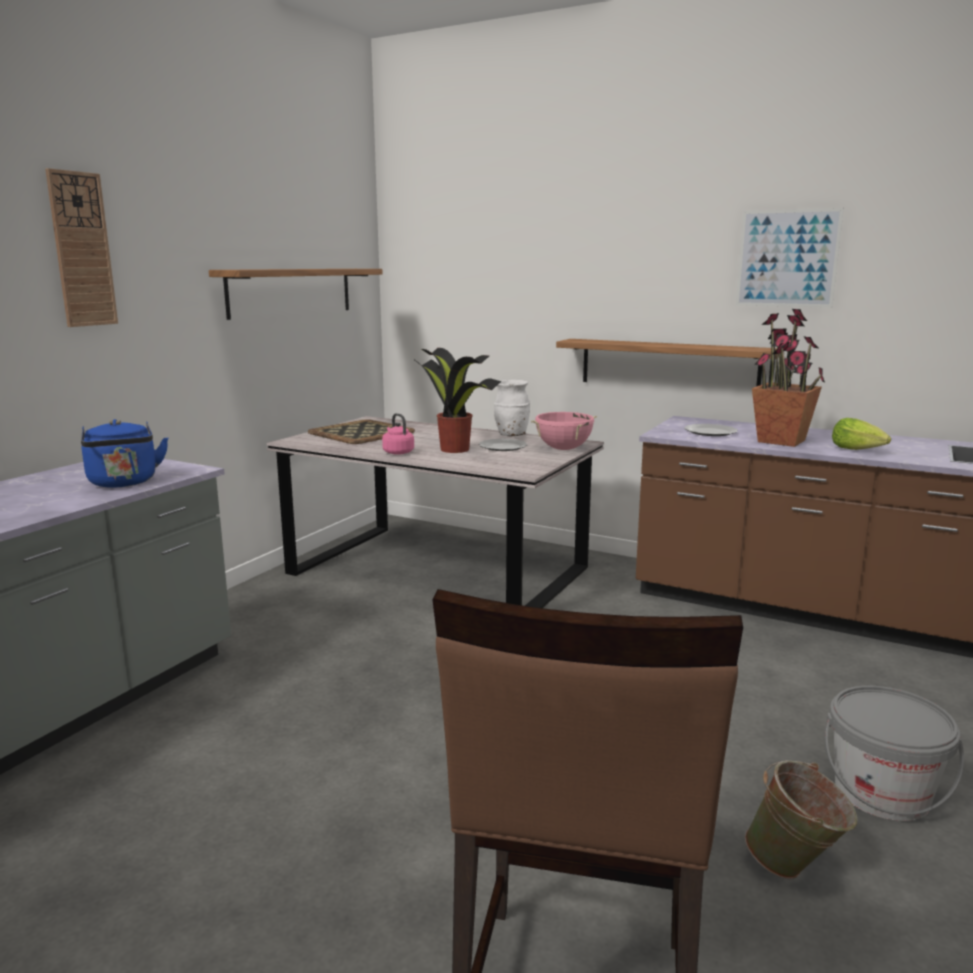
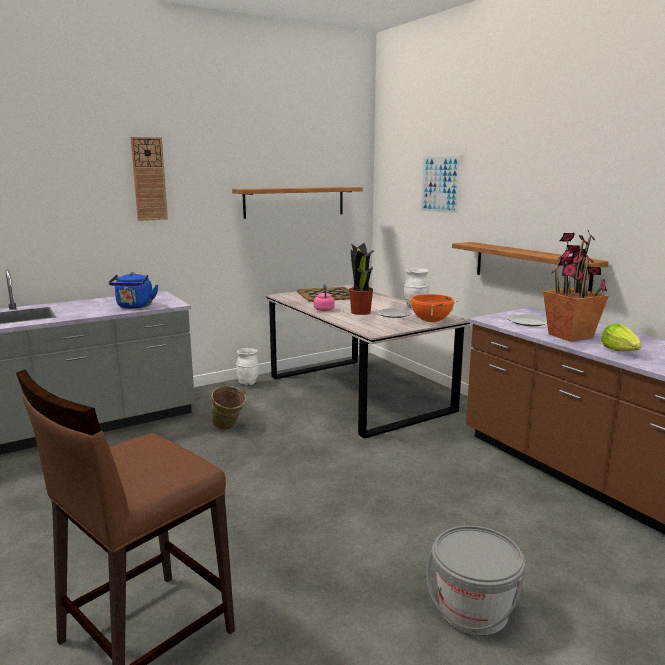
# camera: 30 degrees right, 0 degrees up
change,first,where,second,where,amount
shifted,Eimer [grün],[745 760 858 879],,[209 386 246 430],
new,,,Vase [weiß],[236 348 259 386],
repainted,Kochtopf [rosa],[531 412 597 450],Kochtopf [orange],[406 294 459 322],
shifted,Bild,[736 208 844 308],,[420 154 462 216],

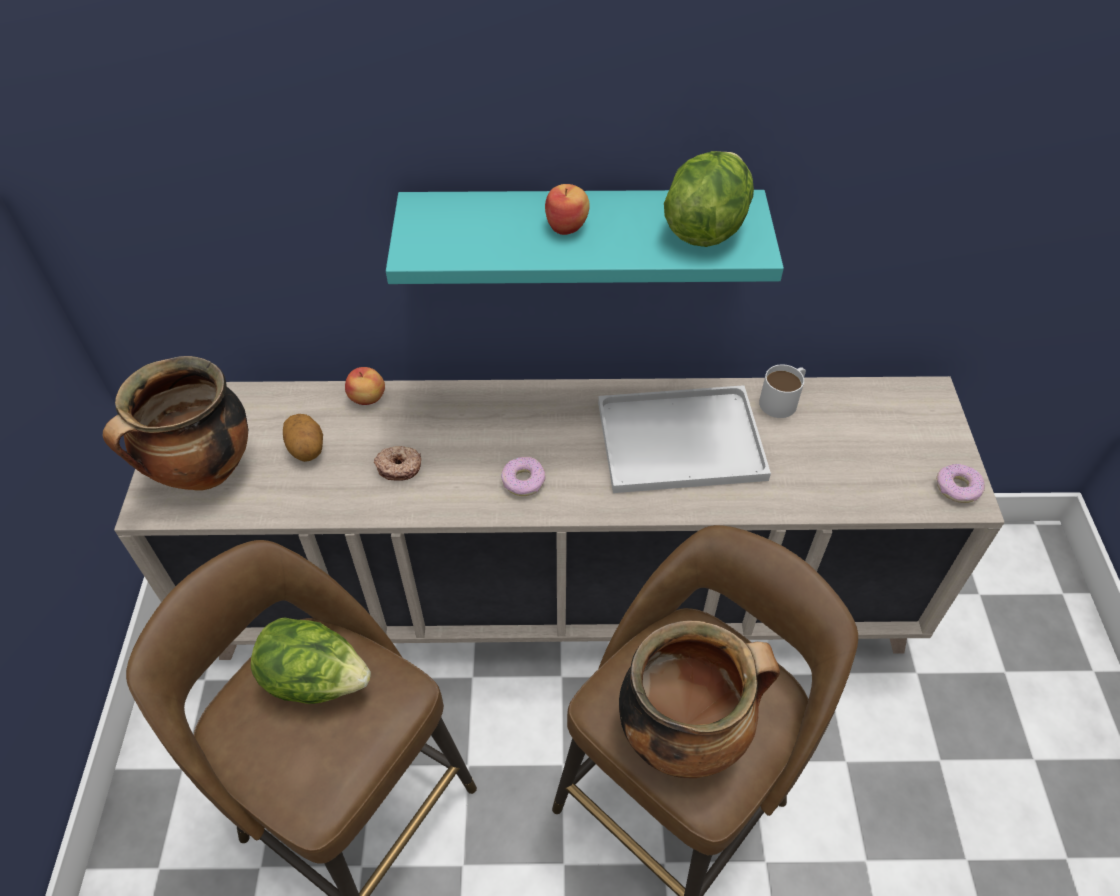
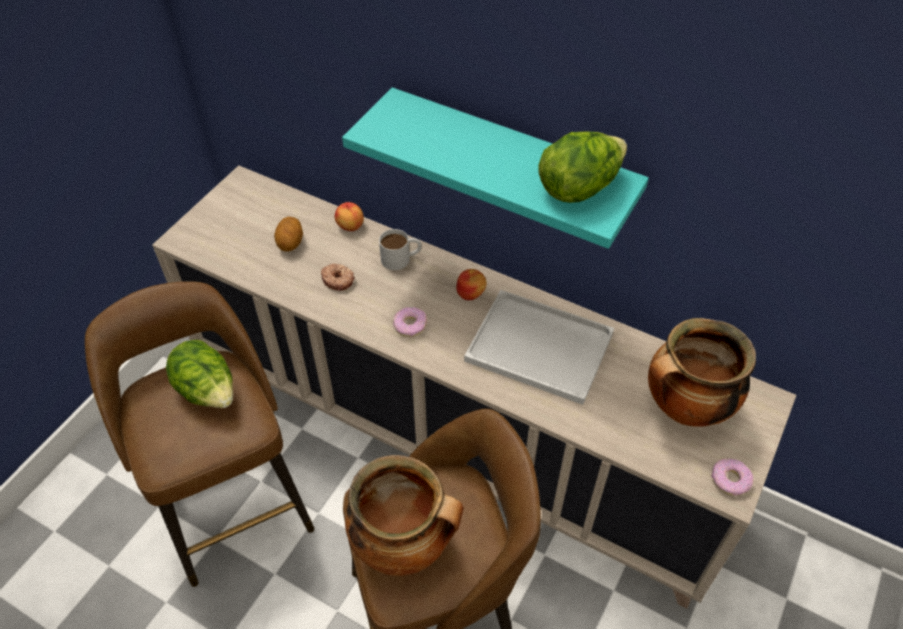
# camera: 30 degrees right, 0 degrees up
change,first,where,second,where,amount
shifted,Henkelbecher [weiß],[759 364 806 418],,[379 229 422 270],
shifted,Apfel,[545 184 590 235],,[456 269 487 300],
shifted,Kochtopf,[103 356 248 491],,[648 318 756 427],

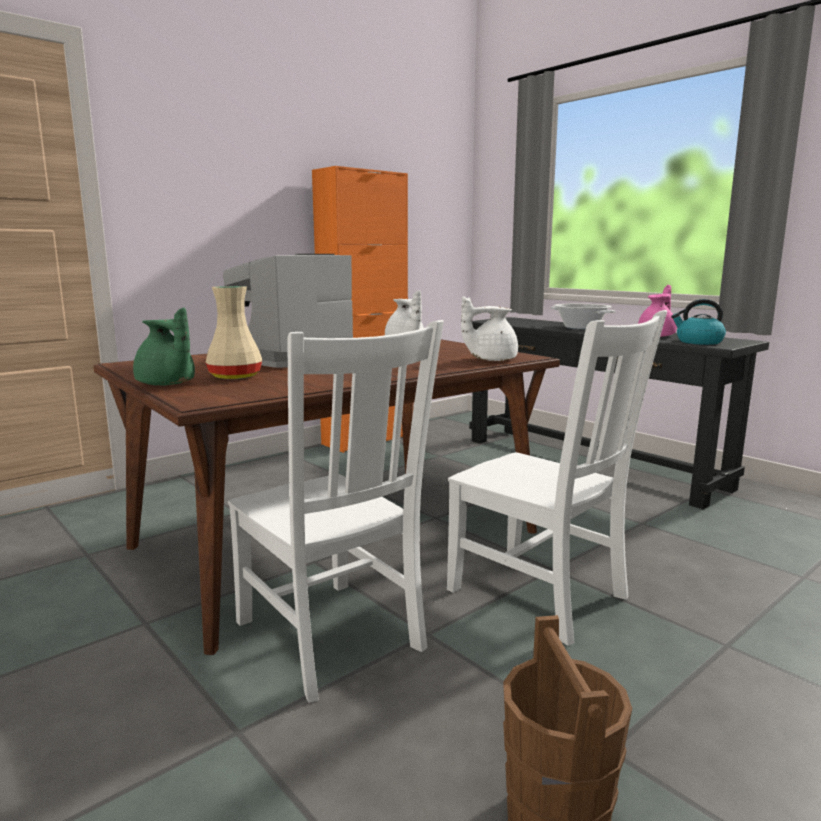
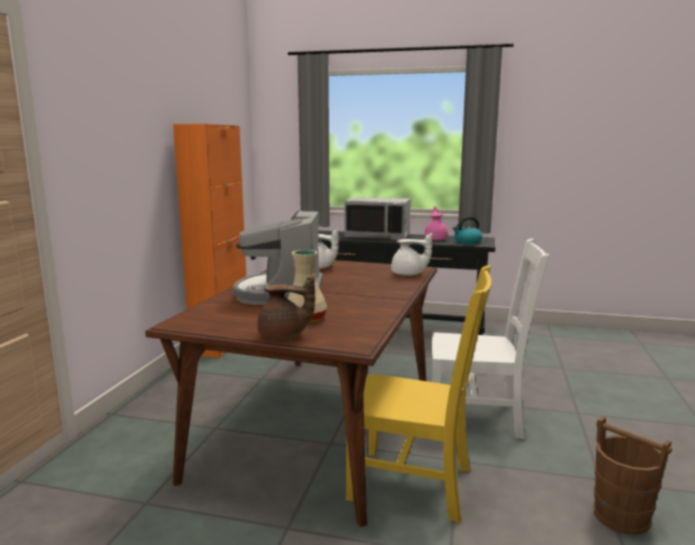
# camera: 35 degrees left, 0 degrees up
change,first,where,second,where,amount
repainted,Teekanne [grün],[133 307 195 386],Teekanne [braun],[257 276 315 339],
swapped,Kochtopf,[551 304 616 330],Mikrowelle [grau],[344 197 411 240],
repainted,Stuhl [weiß],[228 320 444 703],Stuhl [gelb],[346 265 492 523],
rotated,Teekanne [weiß],[461 296 518 361],,[391 233 432 276],120 degrees counterclockwise

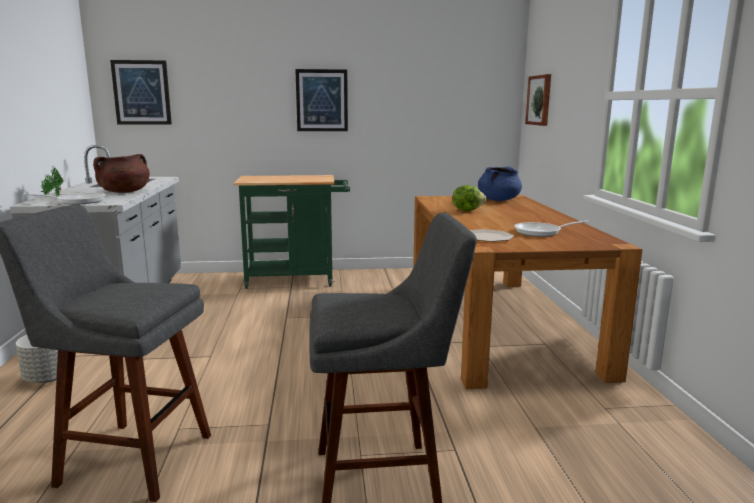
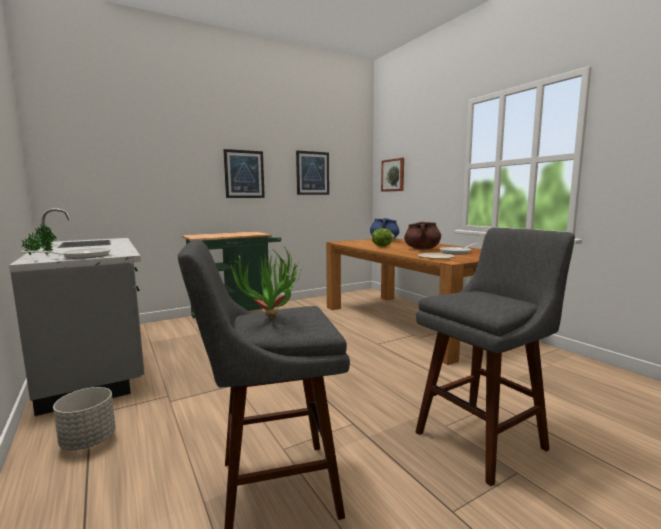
# camera: 25 degrees left, 5 degrees down
change,first,where,second,where,amount
new,,,Topfpflanze,[230 246 300 318],
shifted,Bild,[110 60 172 125],,[296 151 329 195],
shifted,Kochtopf [braun],[93 154 150 193],,[404 222 441 250],

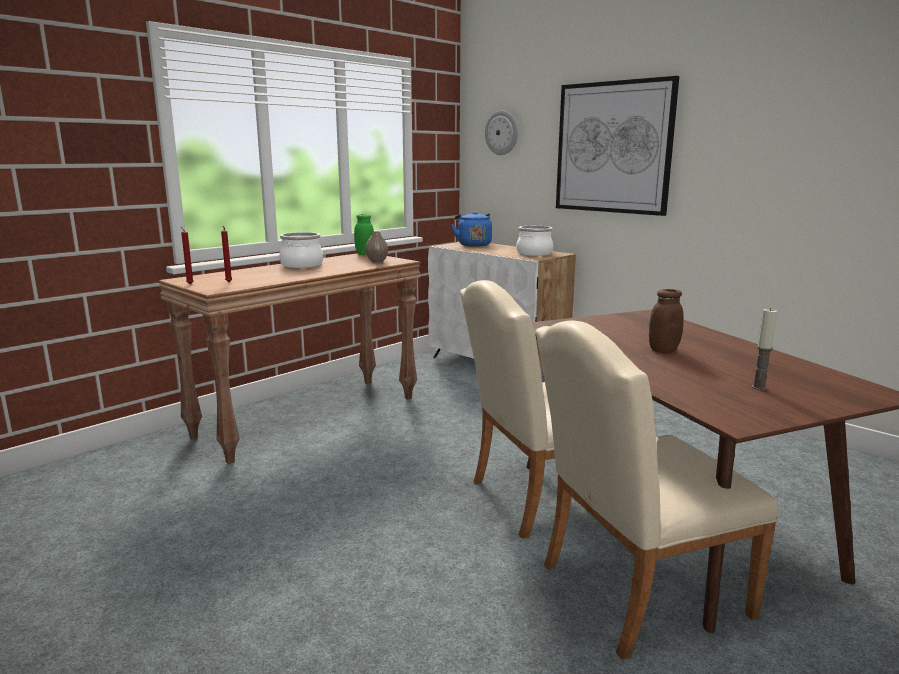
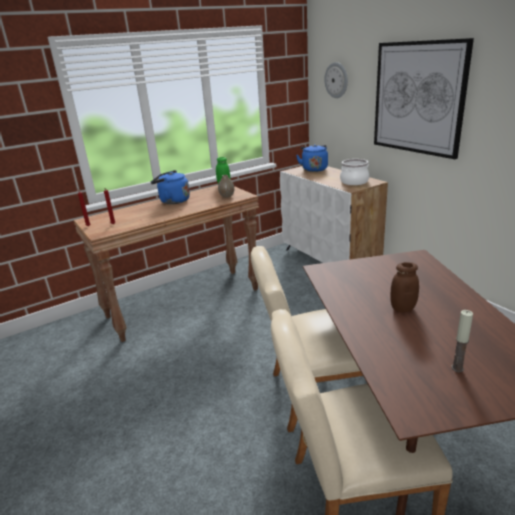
# camera: 15 degrees right, 10 degrees up
change,first,where,second,where,amount
swapped,Kochtopf,[279 232 323 268],Wasserkessel [blau],[151 170 190 204],

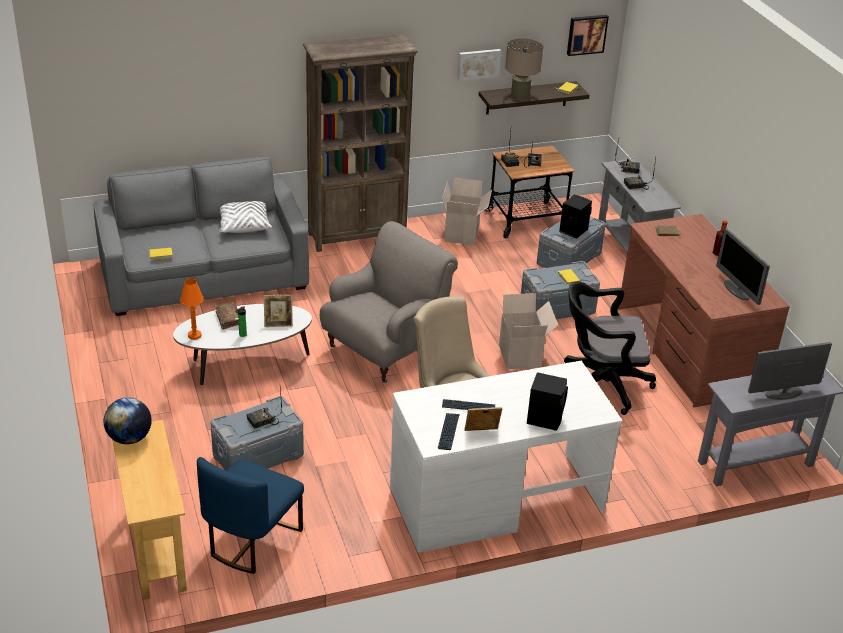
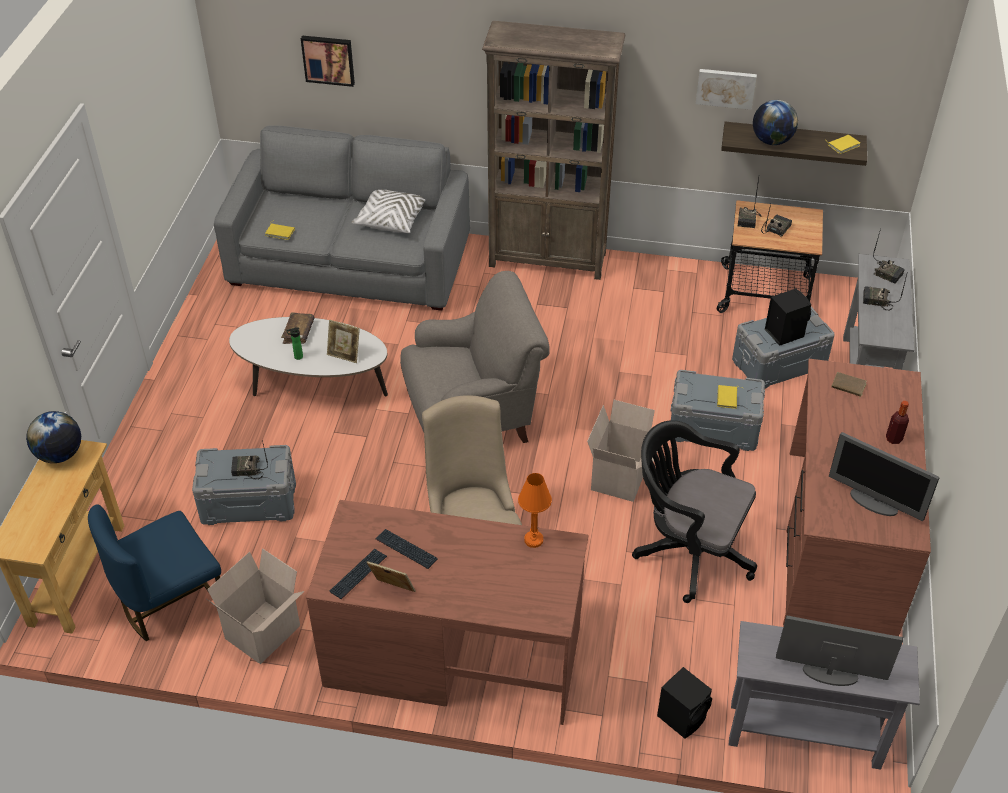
# camera: 30 degrees right, 10 degrees up
change,first,where,second,where,amount
shifted,Karton,[442 178 492 245],,[207 548 304 664],
shifted,Bild,[567 15 609 56],,[301 35 355 87],
repainted,Schreibtisch [weiß],[390 361 623 553],Schreibtisch [braun],[306 500 588 725],
shifted,Tischlampe [orange],[180 278 204 340],,[518 473 552 548],
shifted,Lautsprecher [schwarz],[527 372 568 431],,[657 667 712 739],
swapped,Tischlampe [beige],[505 39 543 100],Globus,[753 100 798 145],
rotated,Monitor,[716 228 770 305],,[829 432 940 521],60 degrees counterclockwise

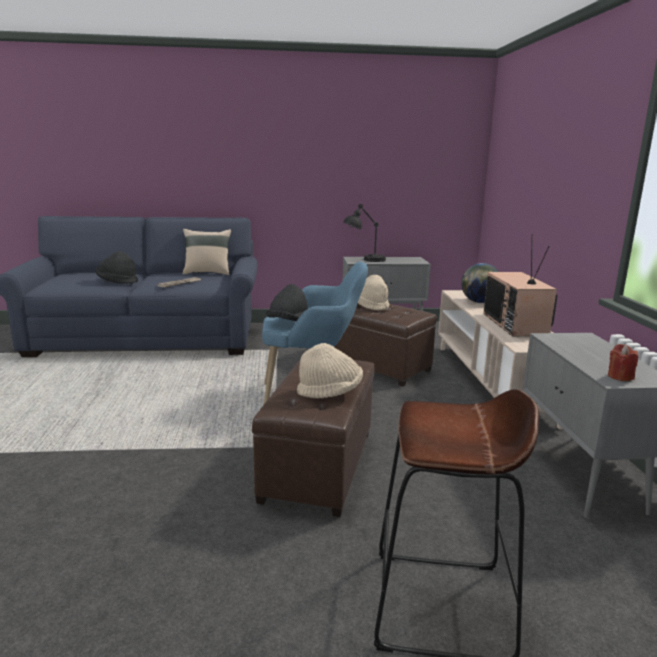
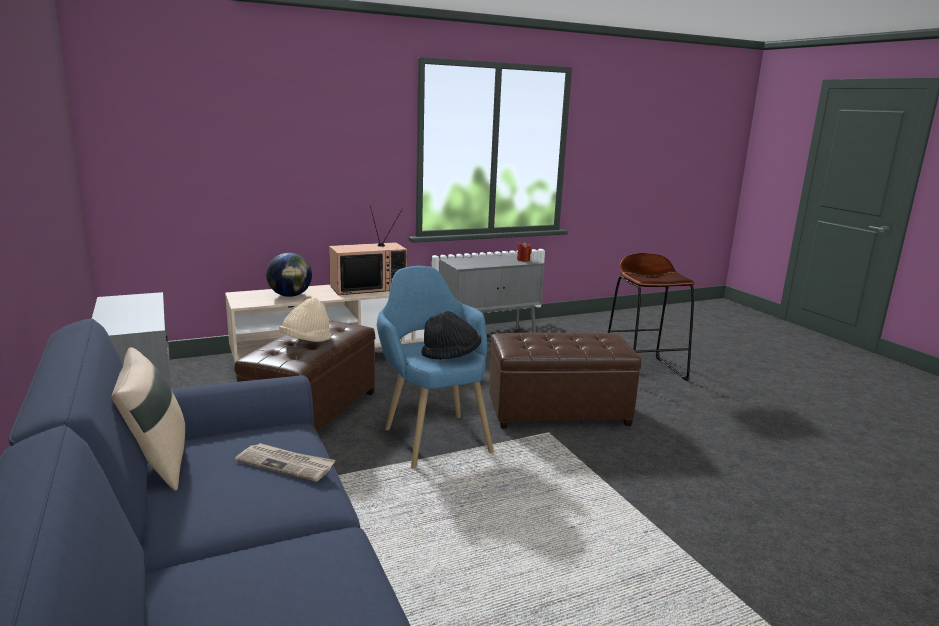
# camera: 110 degrees left, 0 degrees up
change,first,where,second,where,amount
gone,Hut [schwarz],[96 251 138 284],,,
gone,Hut [beige],[297 343 363 399],,,
gone,Tischlampe [schwarz],[343 204 386 262],,,

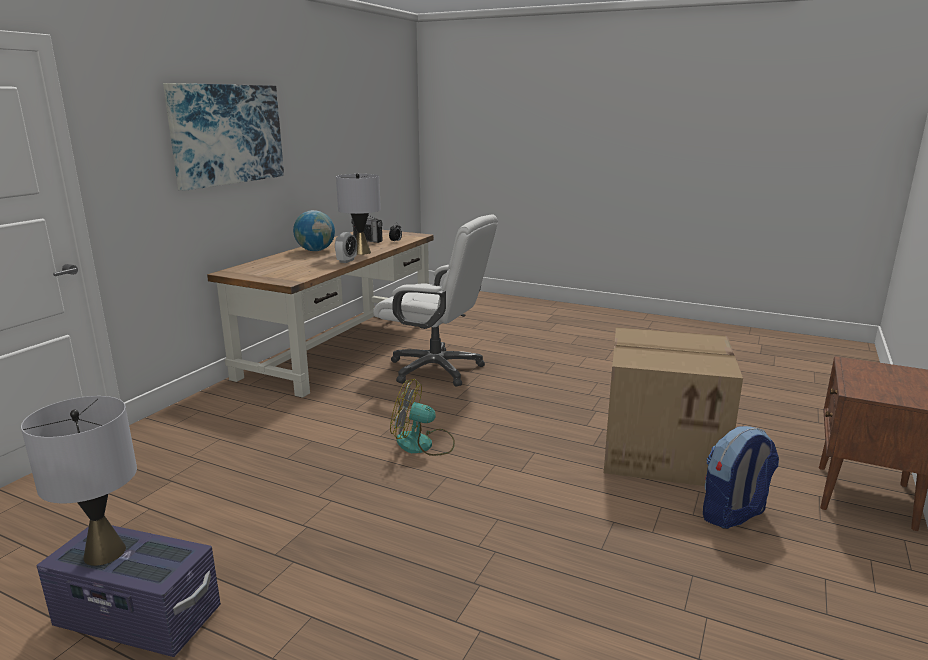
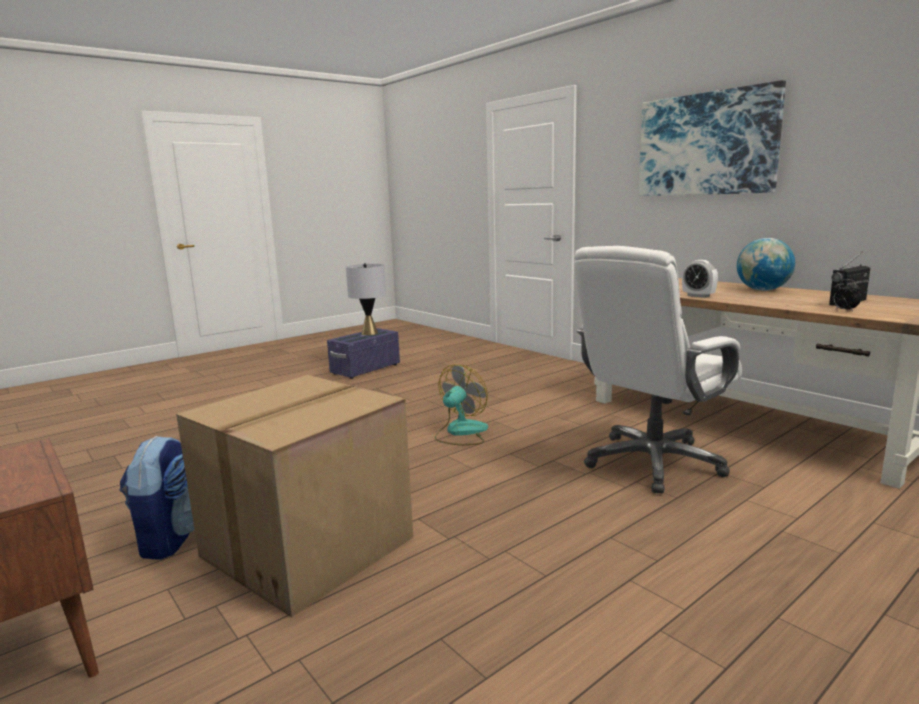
# camera: 115 degrees right, 5 degrees down
change,first,where,second,where,amount
gone,Tischlampe [grau],[336 173 381 255],,,

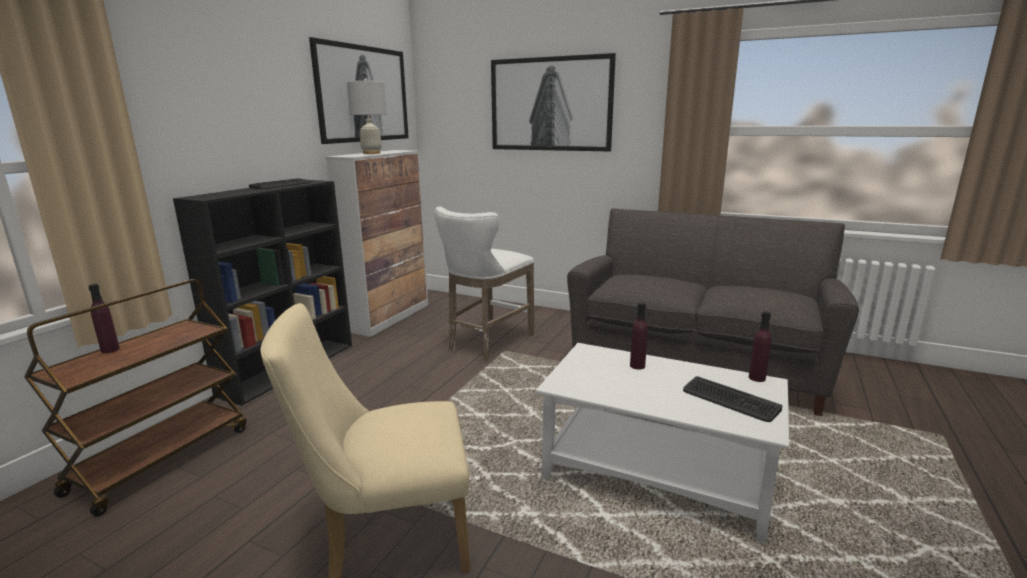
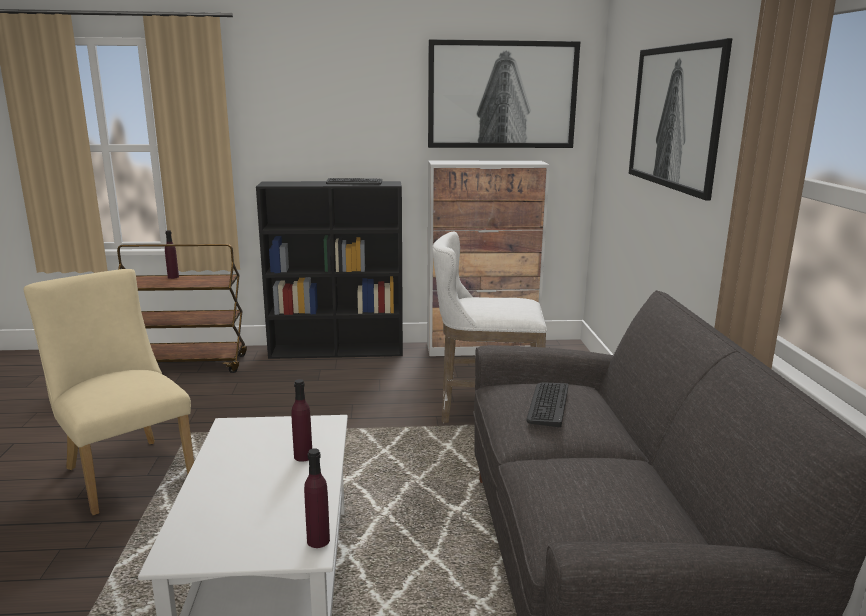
# camera: 60 degrees right, 0 degrees up
change,first,where,second,where,amount
shifted,Tastatur,[683 376 782 422],,[526 382 568 427],
gone,Tischlampe [weiß],[347 78 387 154],,,

